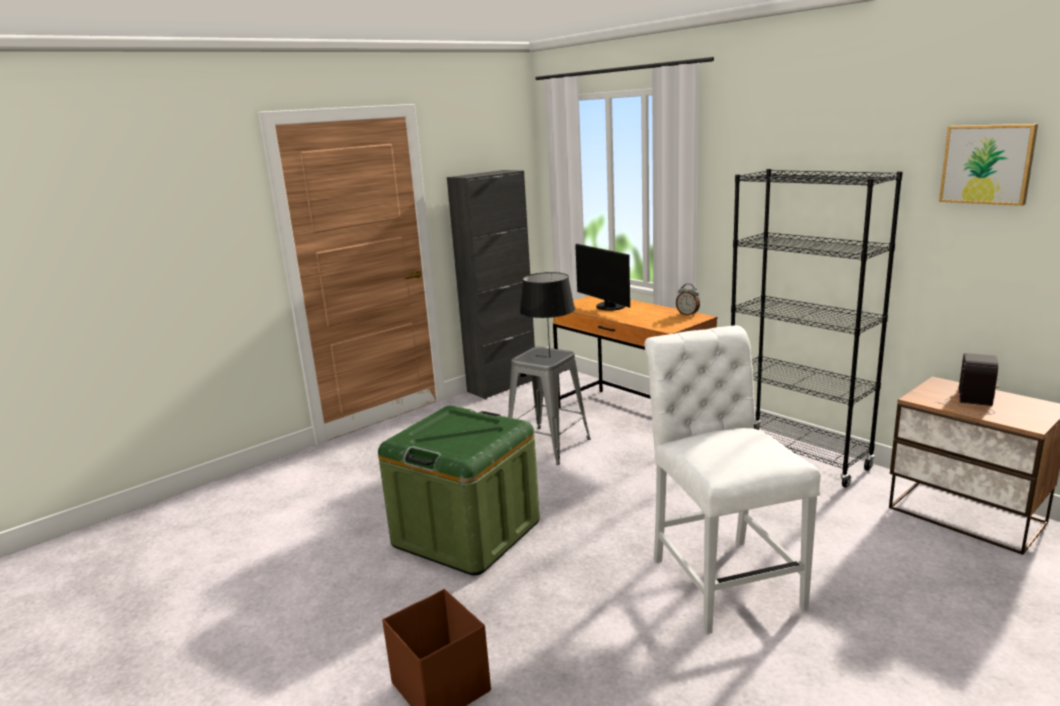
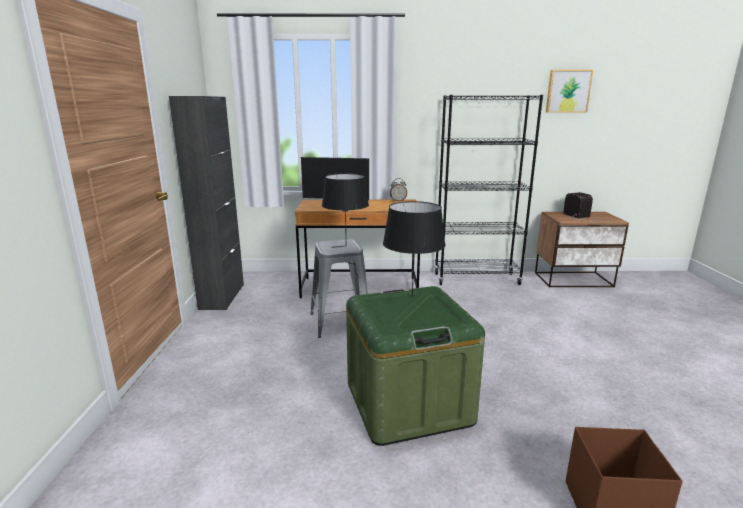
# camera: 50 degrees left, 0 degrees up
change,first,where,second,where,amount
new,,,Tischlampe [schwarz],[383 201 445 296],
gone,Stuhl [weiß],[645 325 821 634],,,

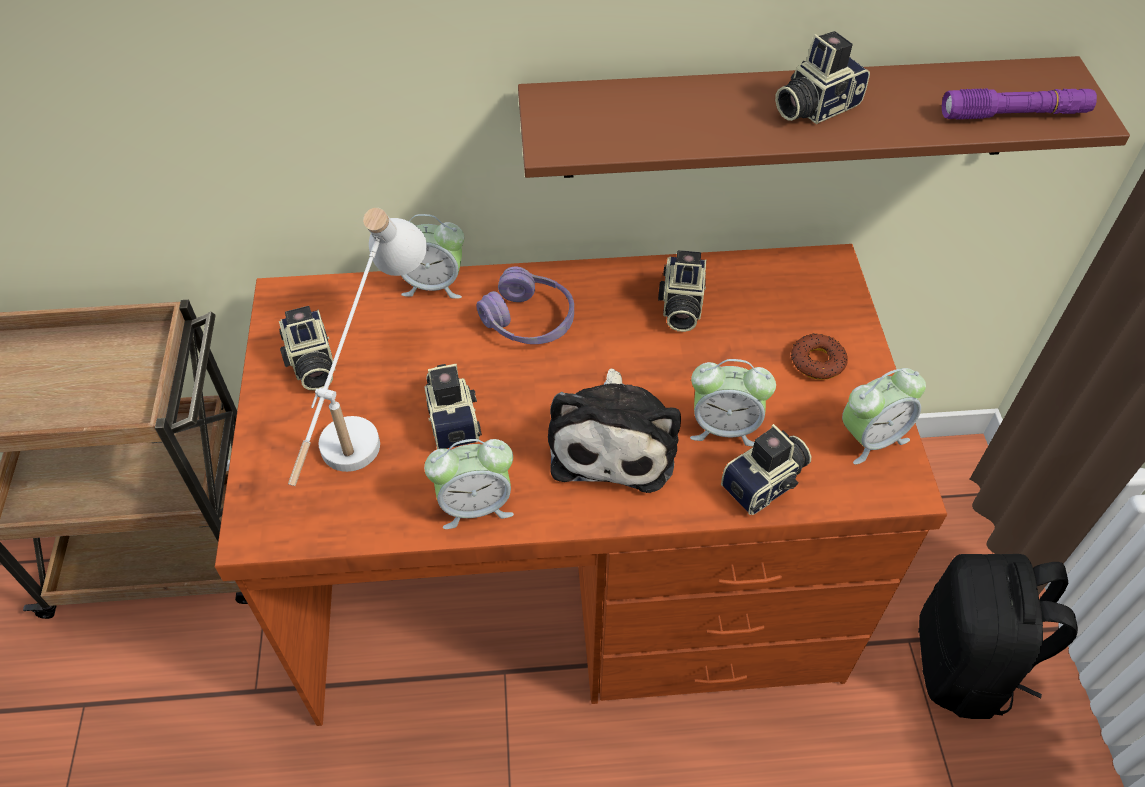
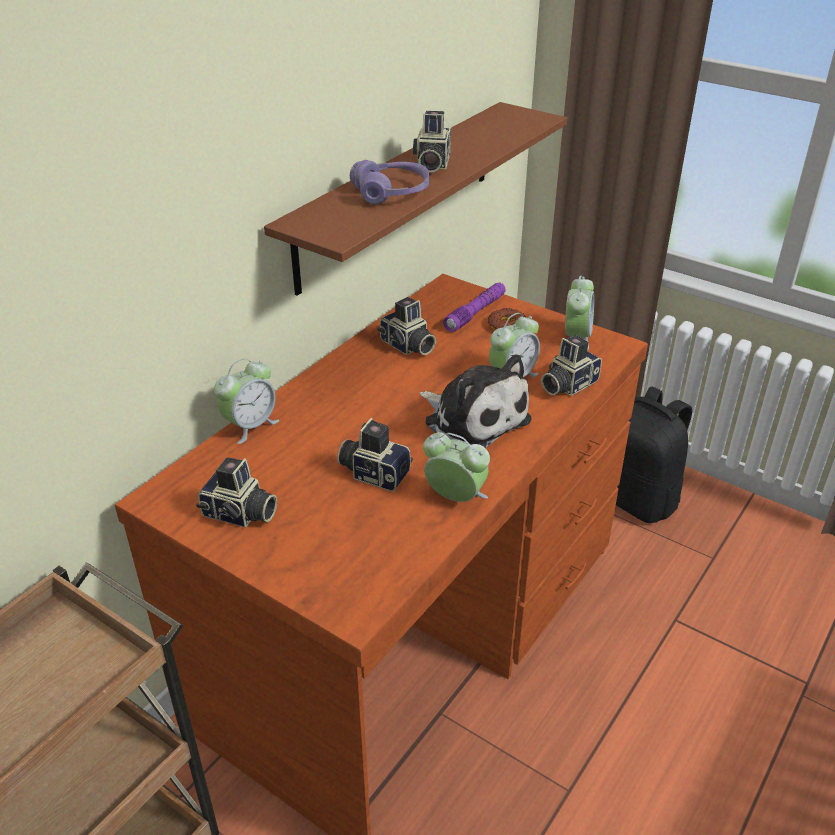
# camera: 50 degrees left, 15 degrees down
change,first,where,second,where,amount
shifted,Kopfhörer [lila],[476 266 574 344],,[350 160 429 204],
rotated,Wecker,[424 439 514 529],,[423 432 490 502],90 degrees counterclockwise
shifted,Taschenlampe [lila],[942 88 1097 120],,[443 283 506 332],
rotated,Kamera,[721 424 811 515],,[541 335 602 396],135 degrees counterclockwise
gone,Tischlampe [weiß],[288 208 427 486],,,

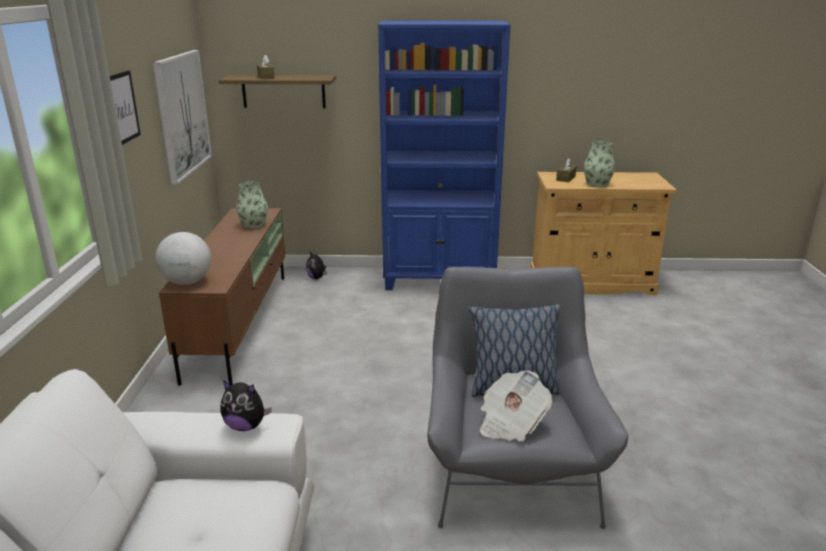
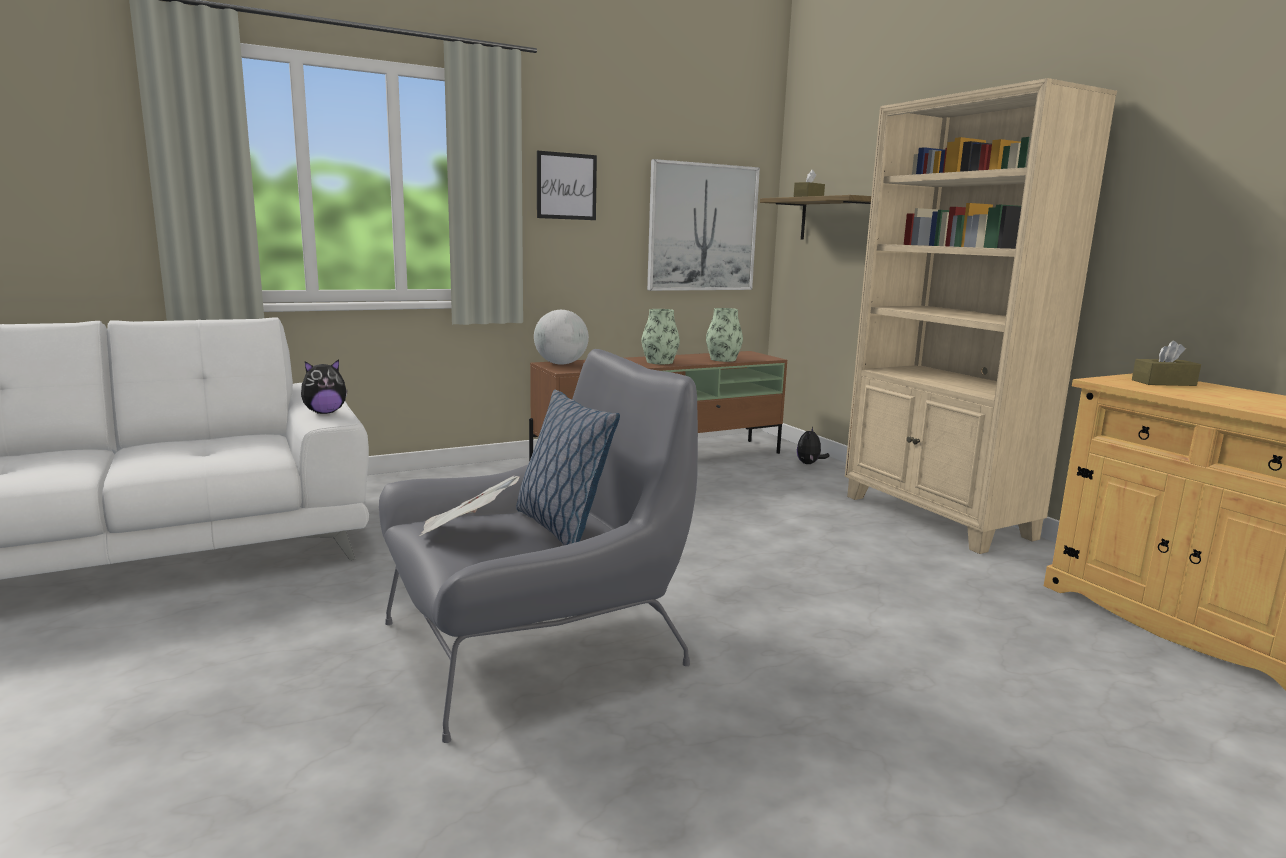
# camera: 60 degrees right, 10 degrees down
change,first,where,second,where,amount
rotated,Plüschtier,[220 380 272 431],,[301 359 348 414],105 degrees counterclockwise
shifted,Vase,[584 141 615 187],,[642 309 680 364],
repainted,Bücherregal [blau],[378 20 511 290],Bücherregal [beige],[845 78 1117 554],

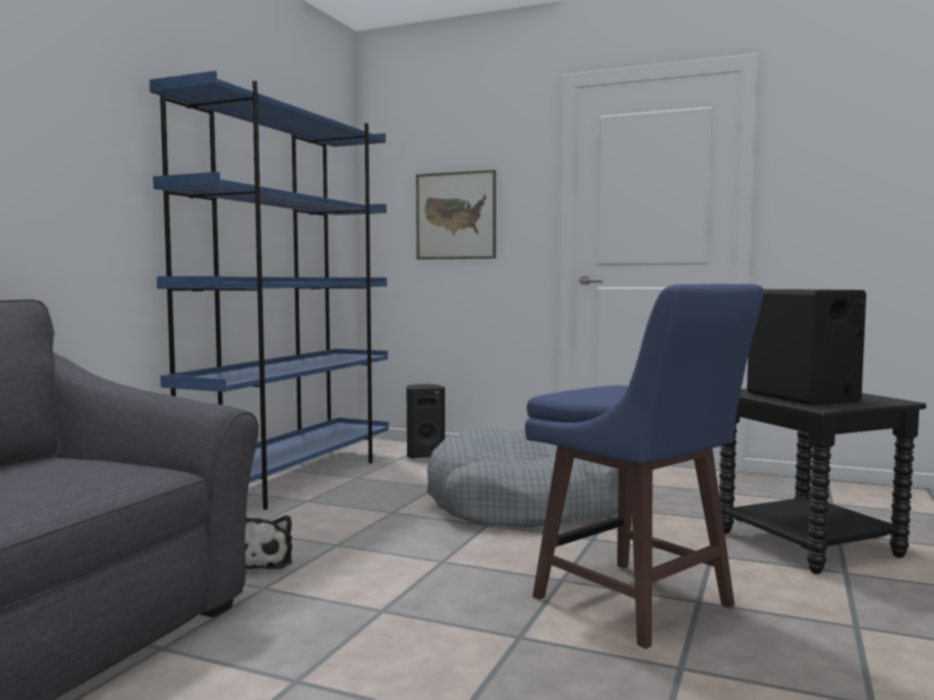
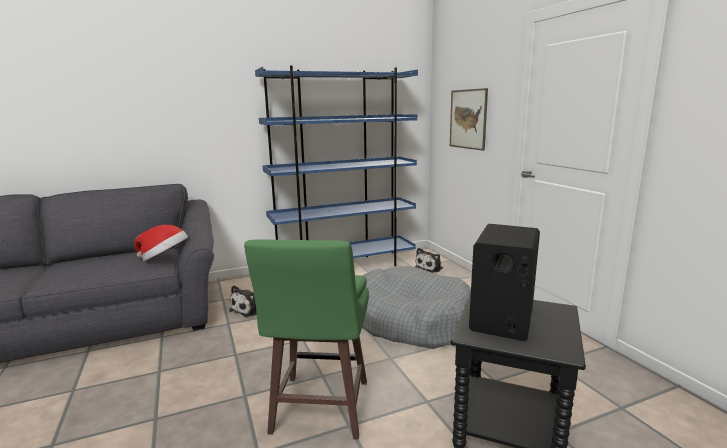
# camera: 45 degrees right, 10 degrees up
change,first,where,second,where,amount
new,,,Hut,[134 225 188 261],
repainted,Hocker [blau],[525 284 764 649],Hocker [grün],[244 239 369 440],
swapped,Lautsprecher [schwarz],[407 384 445 459],Plüschtier,[415 248 443 273],

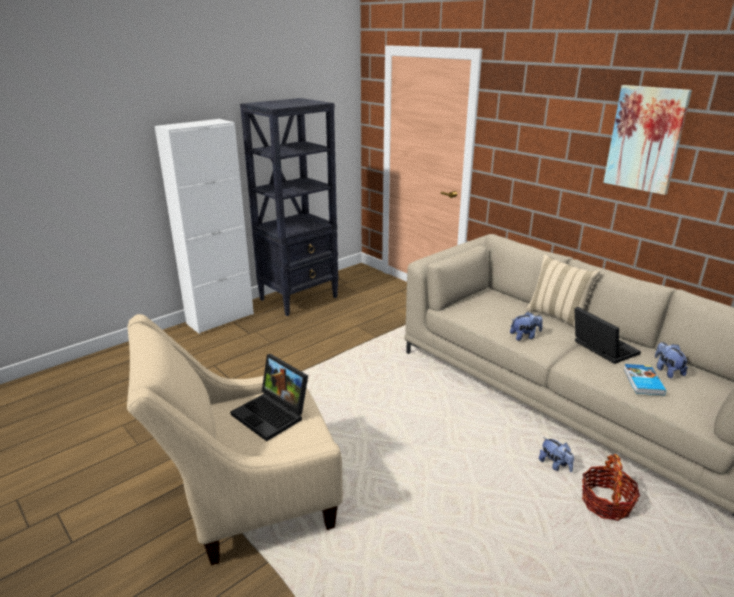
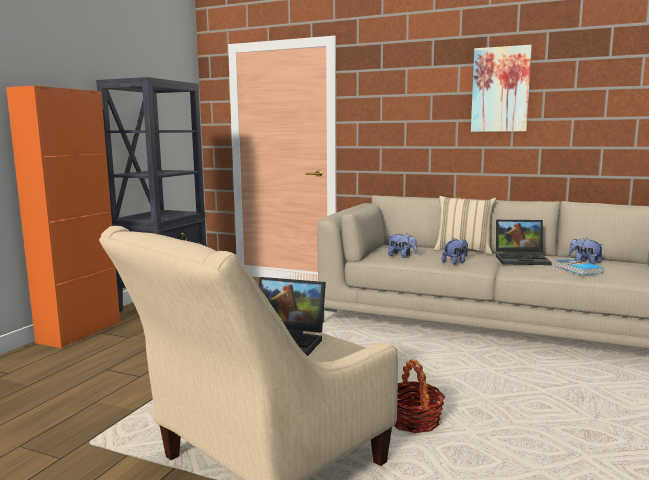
# camera: 25 degrees left, 15 degrees down
change,first,where,second,where,amount
repainted,Schrank [weiß],[155 119 254 334],Schrank [orange],[6 86 120 348],
shifted,Plüschtier,[539 437 574 472],,[388 233 417 258],
shifted,Korb,[582 454 640 521],,[394 359 445 433],
rotated,Laptop,[574 307 641 364],,[496 219 552 265],150 degrees clockwise

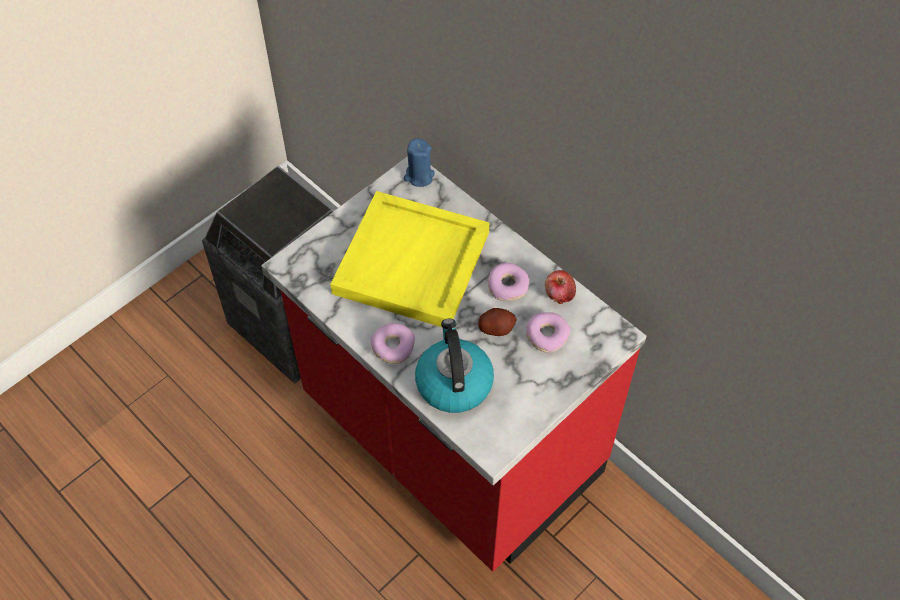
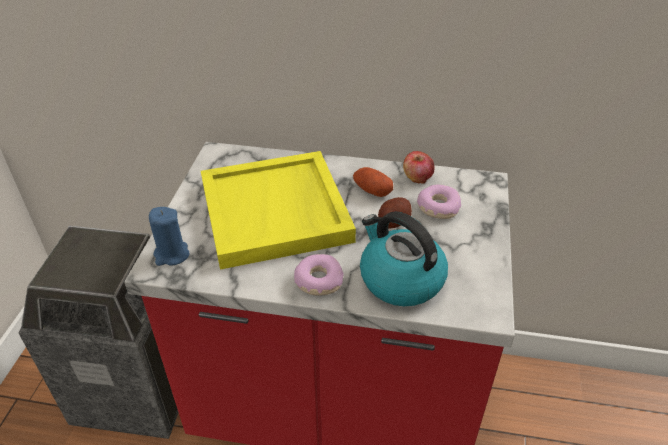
# camera: 35 degrees left, 15 degrees down
change,first,where,second,where,amount
shifted,Kerze [blau],[404 138 435 187],,[149 207 190 266],
swapped,Donut,[487 263 529 301],Kartoffel,[353 167 393 197],

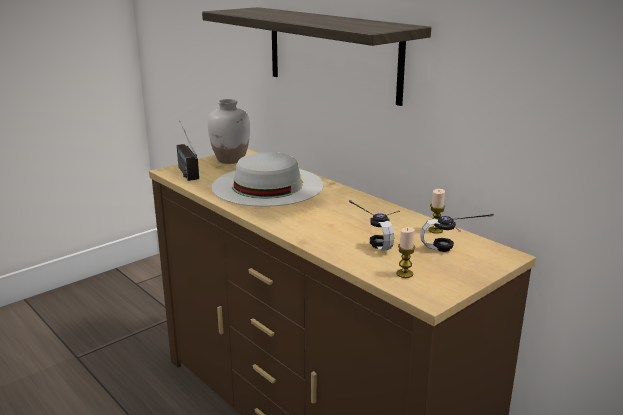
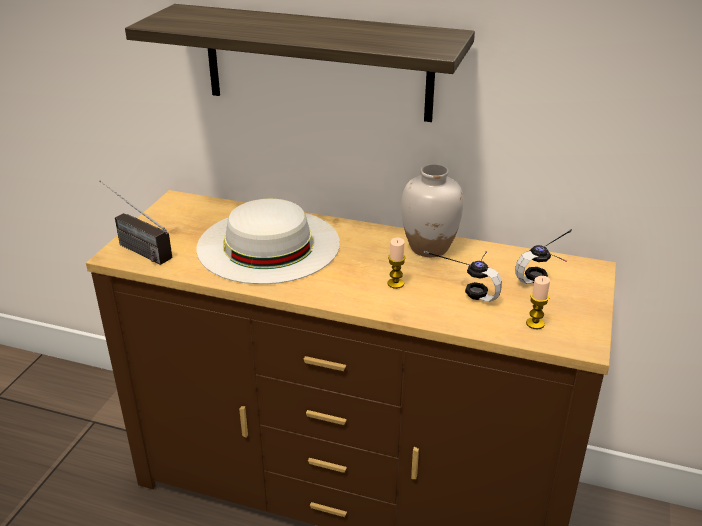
# camera: 30 degrees left, 10 degrees up
change,first,where,second,where,amount
shifted,Kerze,[428 189 445 234],,[387 238 406 289],
shifted,Vase [weiß],[208 99 250 164],,[401 164 464 257],

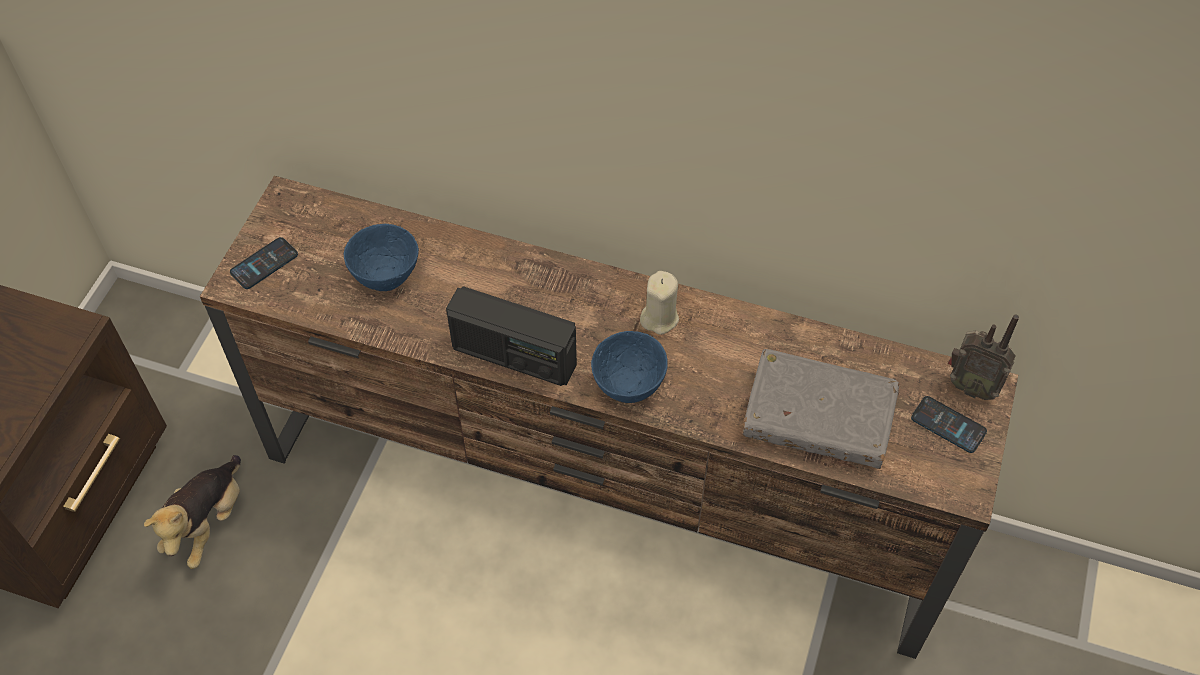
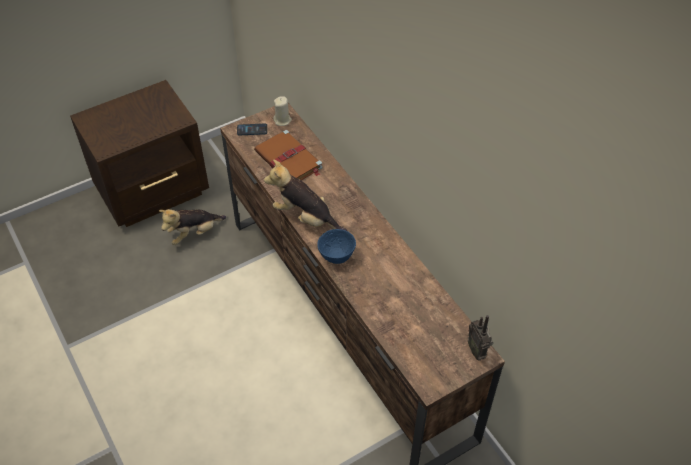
# camera: 40 degrees right, 5 degrees down
change,first,where,second,where,amount
swapped,Schüssel [blau],[344 224 419 291],Buch [braun],[254 130 323 180],
swapped,Radio,[446 286 577 386],Plüschtier,[264 160 347 231],
shifted,Kerze [beige],[640 271 679 335],,[273 96 292 126],
gone,Buch [grau],[743 349 899 469],,,
gone,Handy,[911 396 987 453],,,

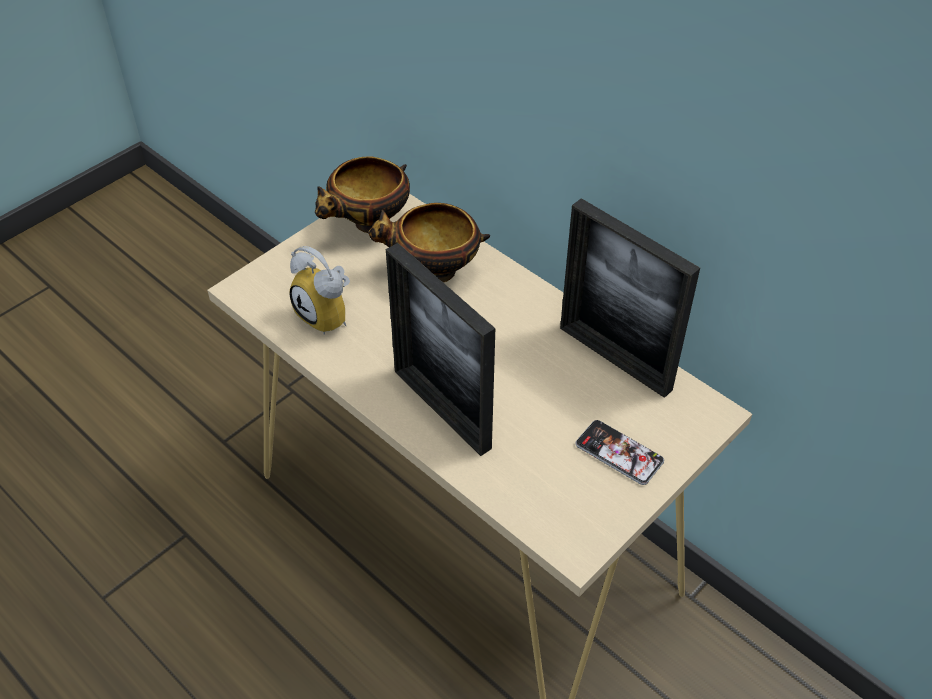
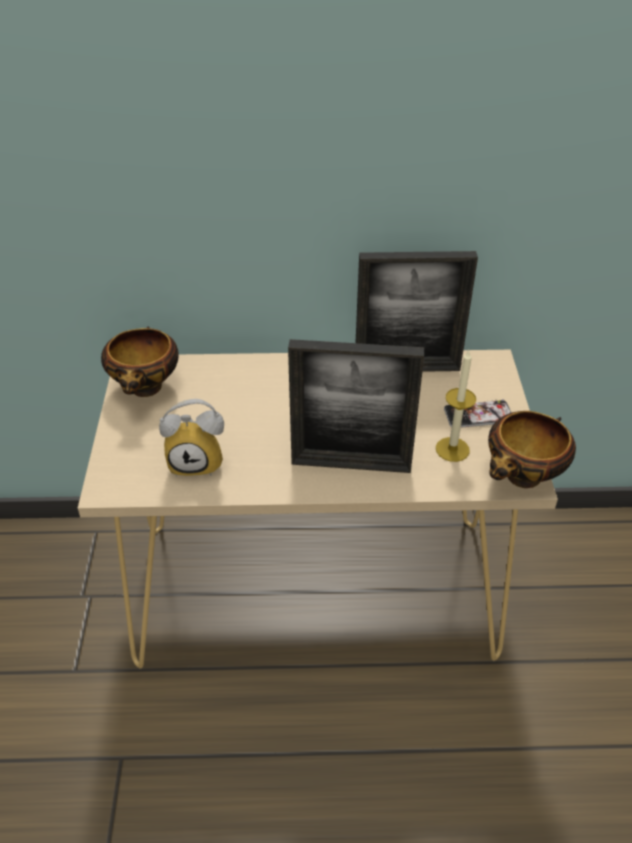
# camera: 45 degrees left, 5 degrees down
change,first,where,second,where,amount
new,,,Kerze,[436 350 476 462],
shifted,Schüssel,[368 203 490 282],,[488 411 576 488],

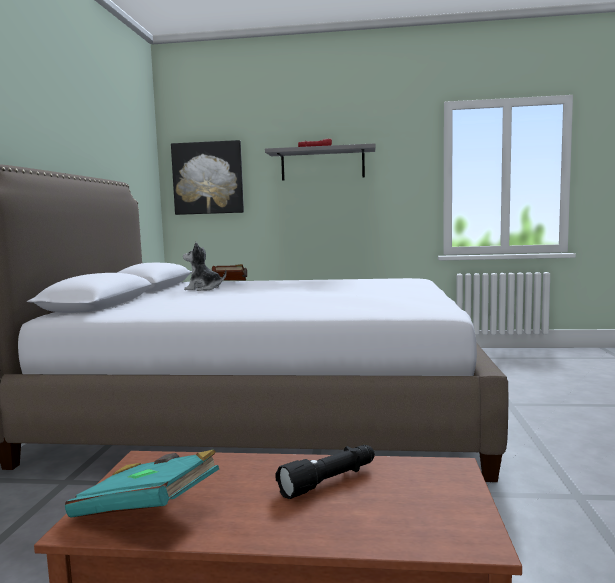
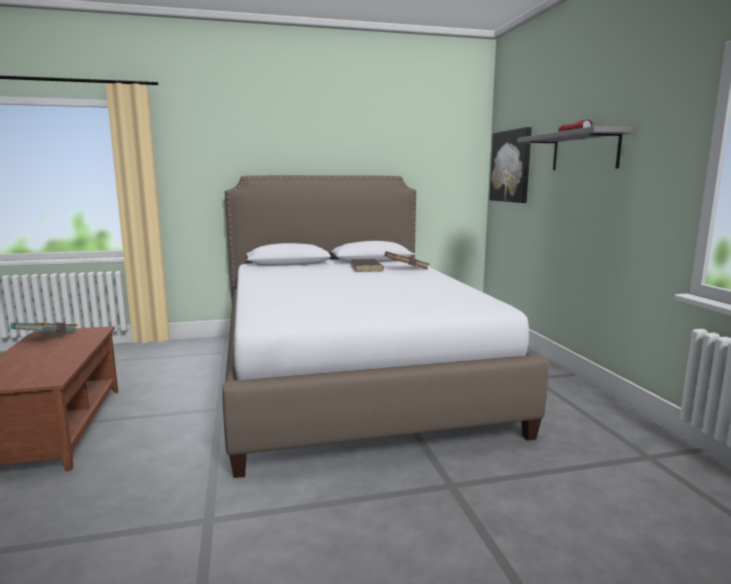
# camera: 70 degrees right, 5 degrees up
change,first,where,second,where,amount
swapped,Plüschtier,[183 242 227 291],Buch [braun],[351 259 384 272],
gone,Taschenlampe [schwarz],[275 445 375 499],,,

